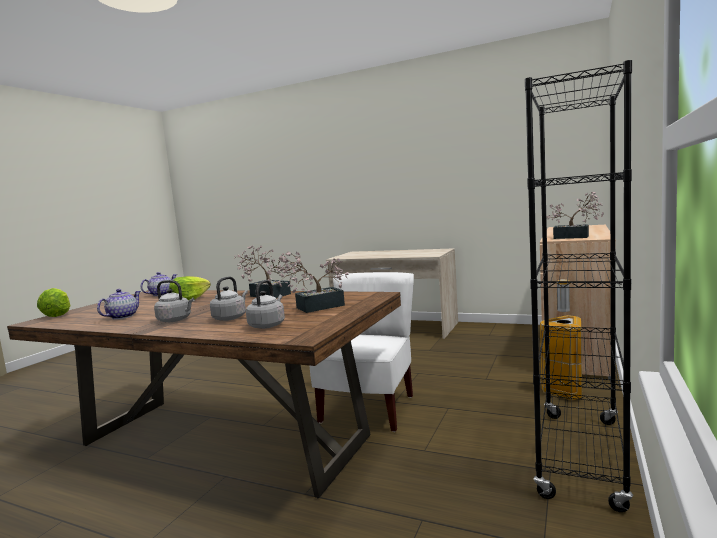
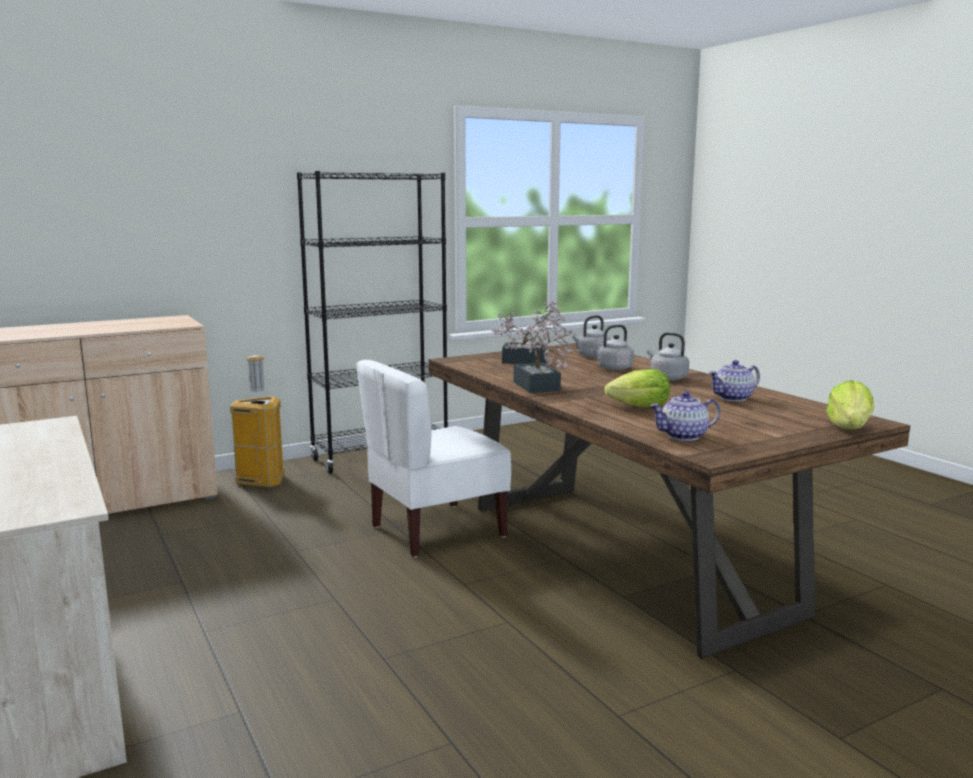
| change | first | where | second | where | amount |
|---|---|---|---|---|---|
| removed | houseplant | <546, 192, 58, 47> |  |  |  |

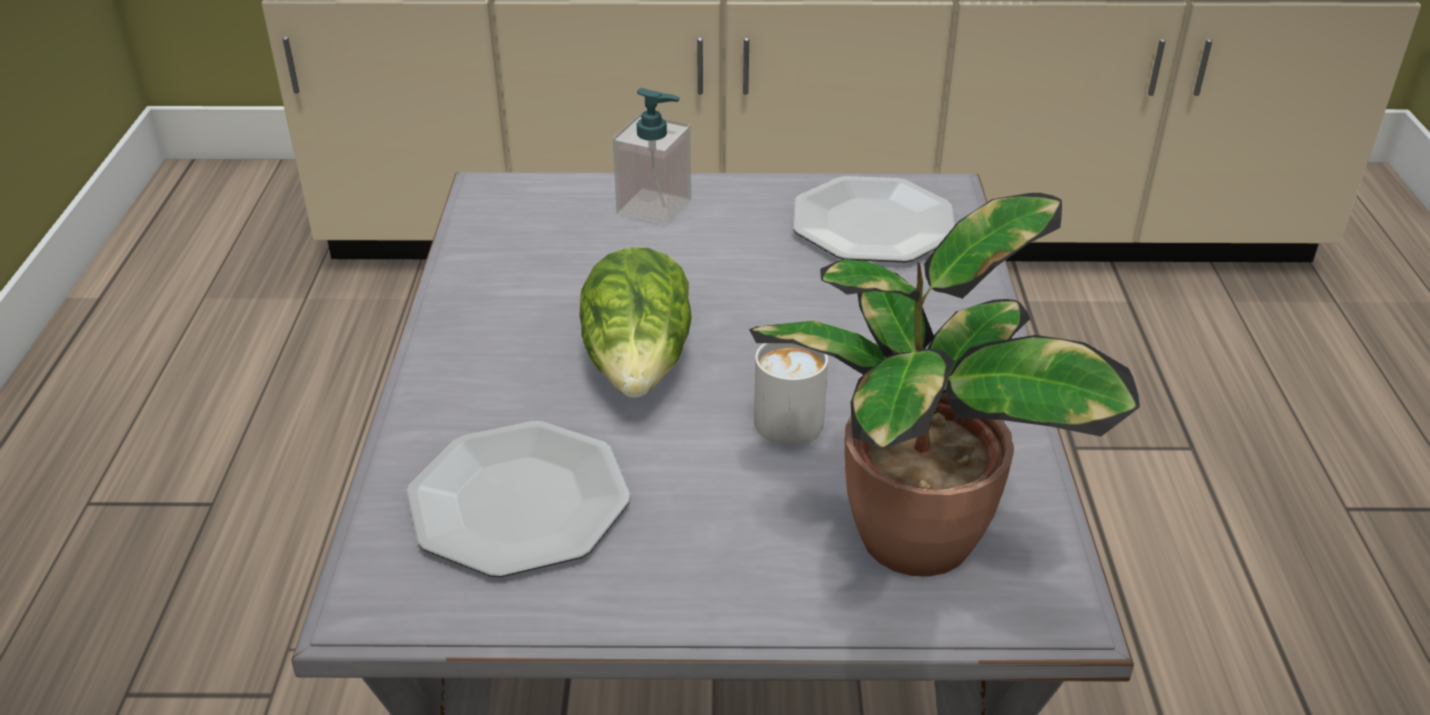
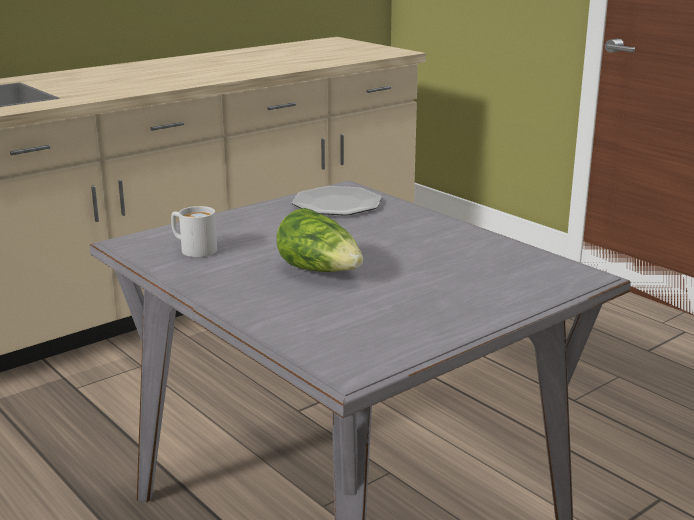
| change | first | where | second | where | amount |
|---|---|---|---|---|---|
| moved | whitish mug | <754, 343, 74, 102> |  | <171, 206, 46, 51> |  |
| removed | plate | <406, 421, 225, 156> |  |  |  |
| removed | liquid soap bottle | <613, 88, 78, 138> |  |  |  |
| removed | houseplant | <749, 193, 391, 384> |  |  |  |

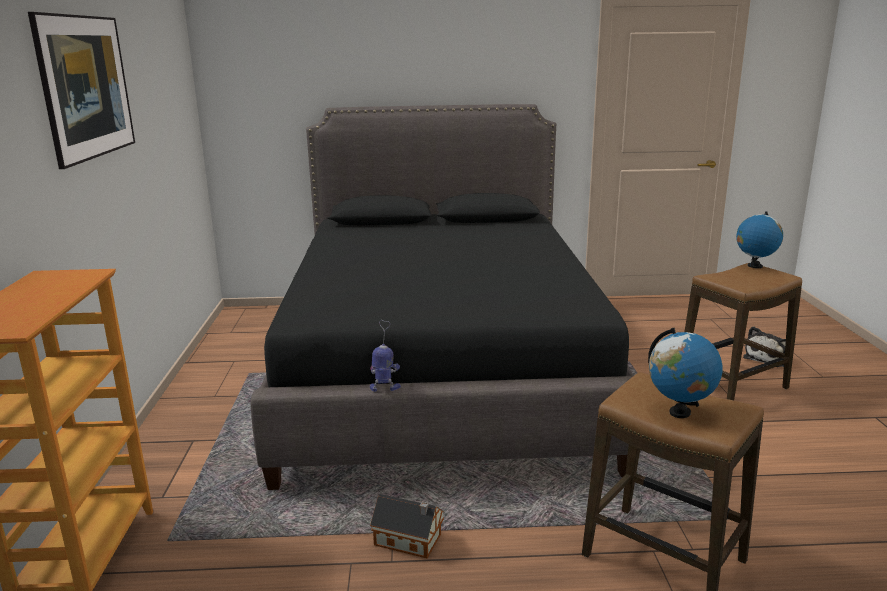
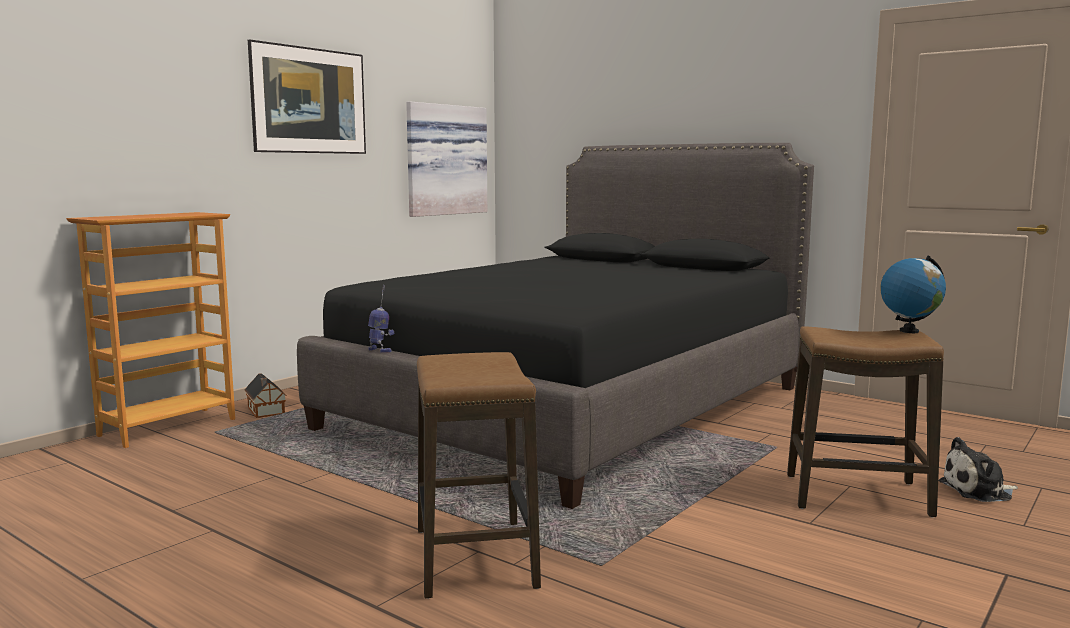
| change | first | where | second | where | amount |
|---|---|---|---|---|---|
| moved | toy house | <370, 494, 74, 64> |  | <244, 373, 43, 45> |  |
| added |  |  | picture | <406, 102, 81, 115> |  |
| removed | globe | <648, 328, 75, 90> |  |  |  |

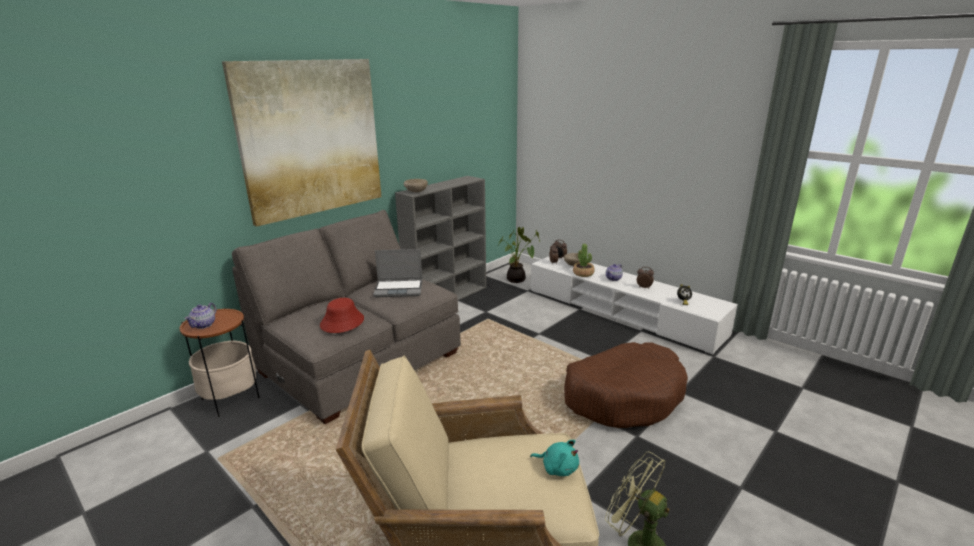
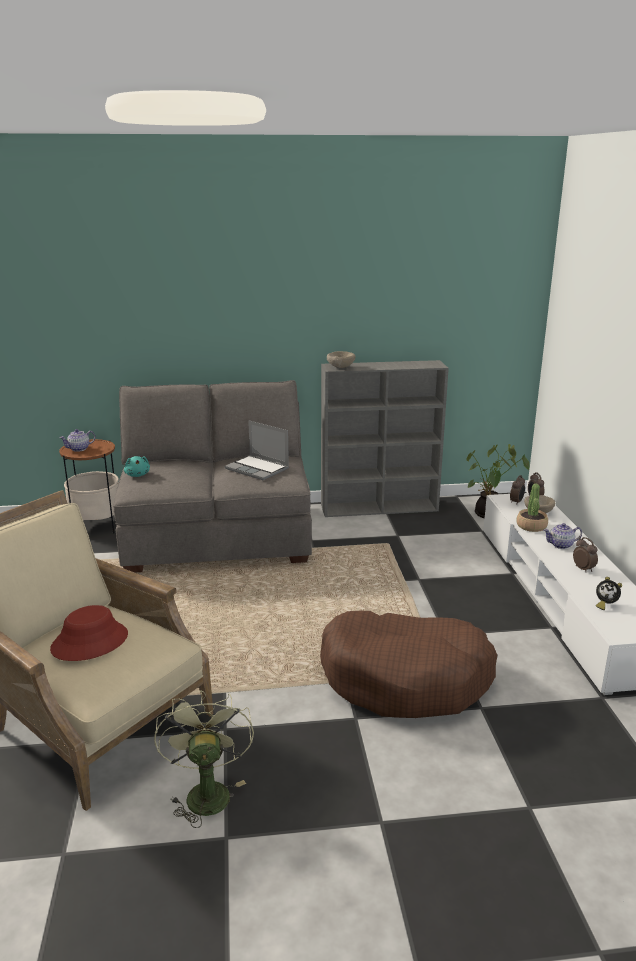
| change | first | where | second | where | amount |
|---|---|---|---|---|---|
| moved | red wearable hat | <320, 298, 44, 35> |  | <50, 605, 78, 56> |  |
| moved | blue-green cuddly toy | <530, 440, 49, 36> |  | <124, 456, 26, 21> |  |
| removed | picture | <222, 59, 159, 168> |  |  |  |

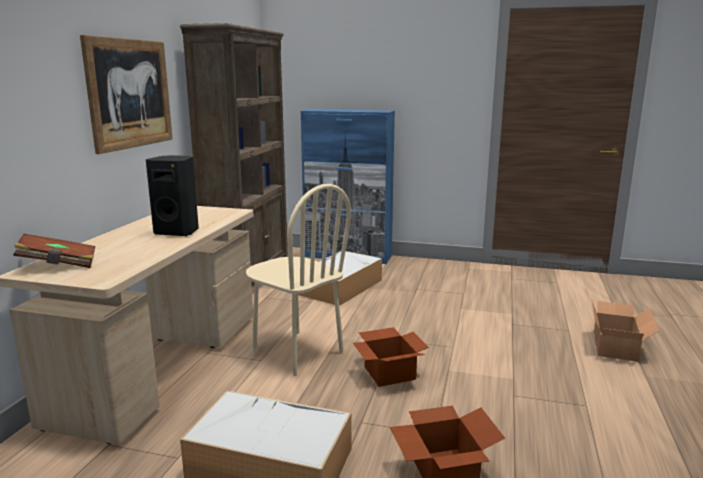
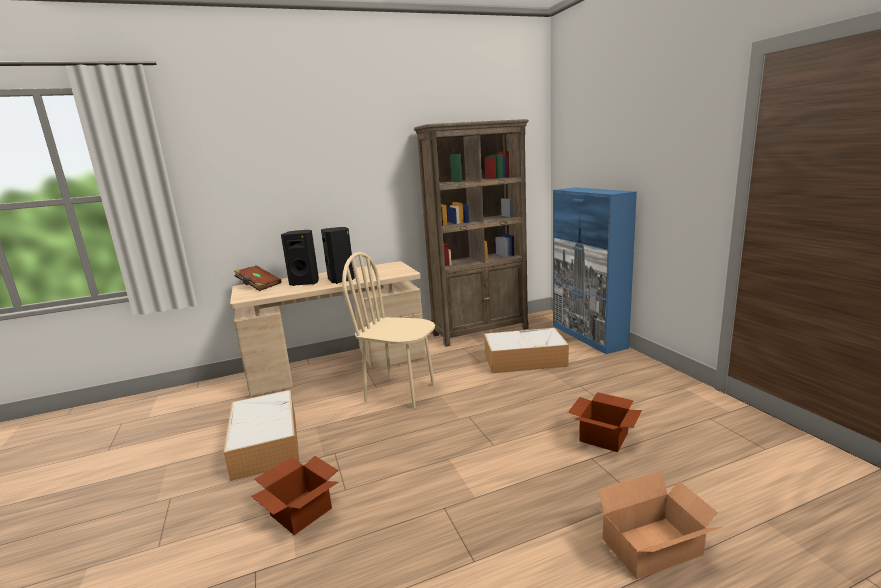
| change | first | where | second | where | amount |
|---|---|---|---|---|---|
| added |  |  | blackish audio speaker | <281, 230, 38, 56> |  |
| turned | sand-coloured plain chair | <246, 184, 105, 192> |  | <342, 252, 93, 156> | 105 degrees clockwise |
| moved | packing box | <353, 327, 76, 60> |  | <568, 392, 74, 60> |  |
| removed | picture | <80, 35, 93, 119> |  |  |  |

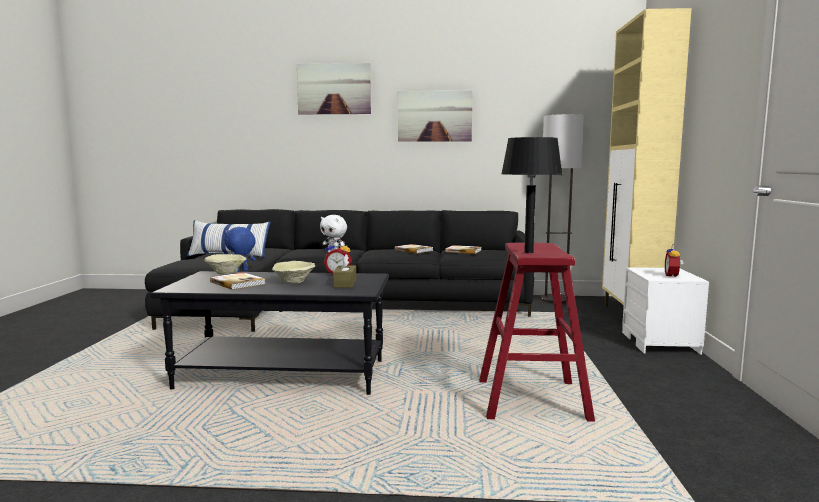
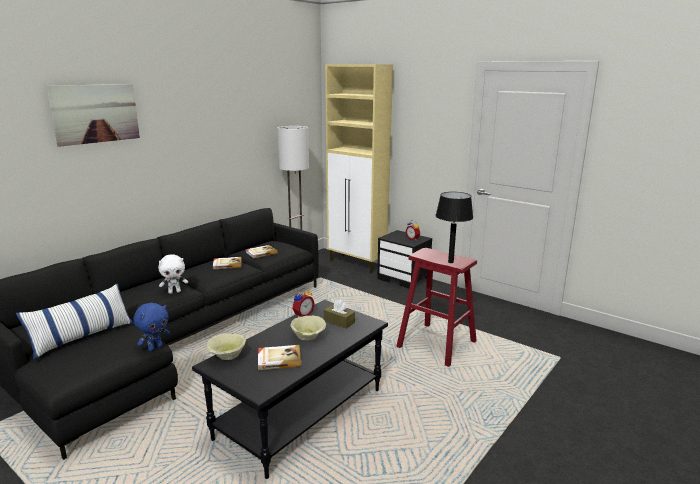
| change | first | where | second | where | amount |
|---|---|---|---|---|---|
| turned | blue-coloured cuddly toy | <224, 227, 32, 45> |  | <133, 303, 37, 48> | 135 degrees counterclockwise |
| recoloured | whitish bedside table | <622, 267, 87, 88> | blackish bedside table | <377, 230, 55, 59> |  |
| removed | picture | <398, 91, 74, 51> |  |  |  |

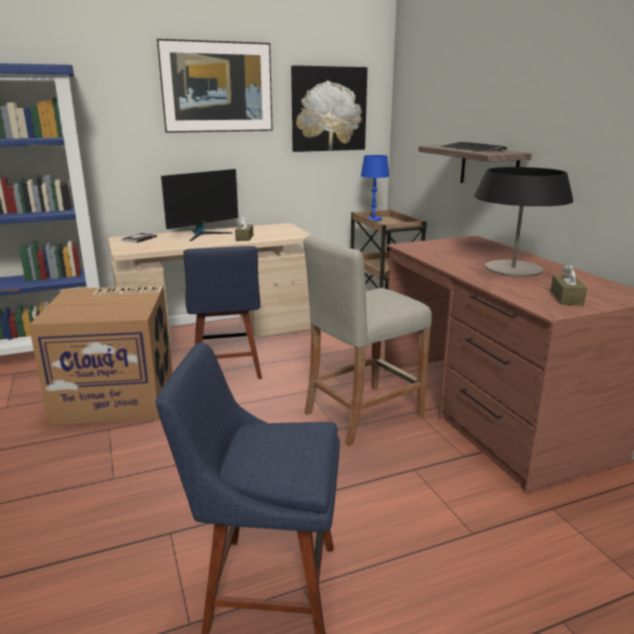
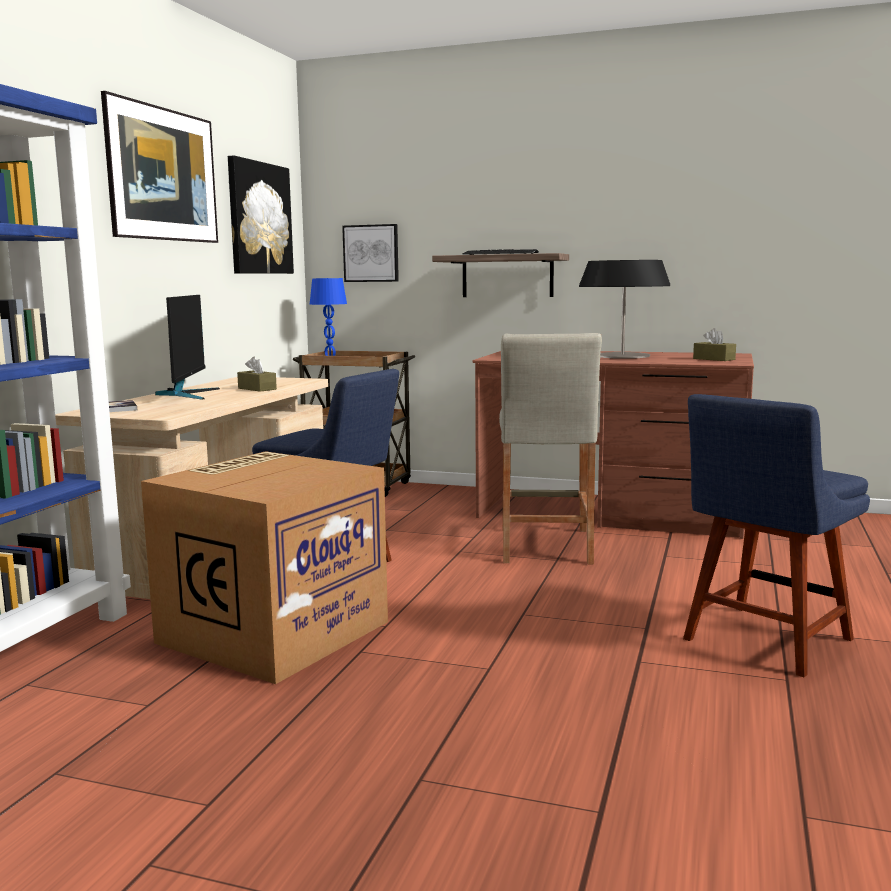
| change | first | where | second | where | amount |
|---|---|---|---|---|---|
| added |  |  | picture | <342, 224, 57, 58> |  |

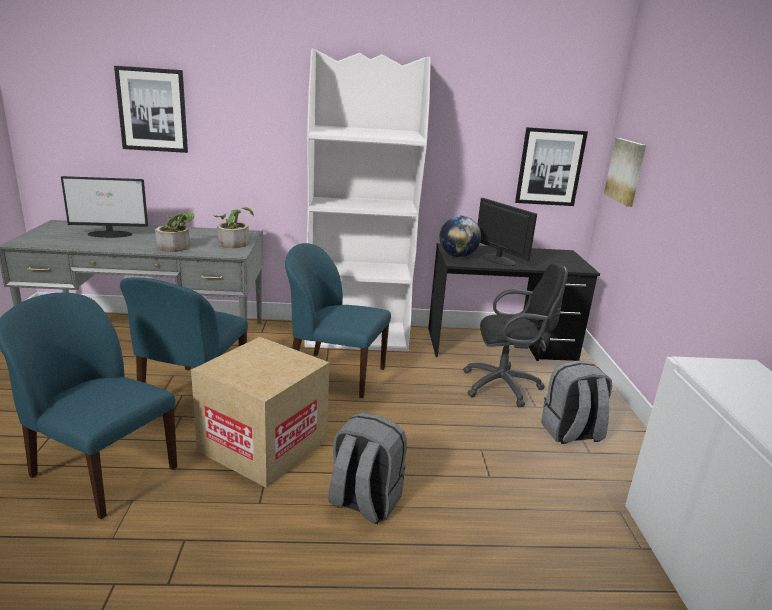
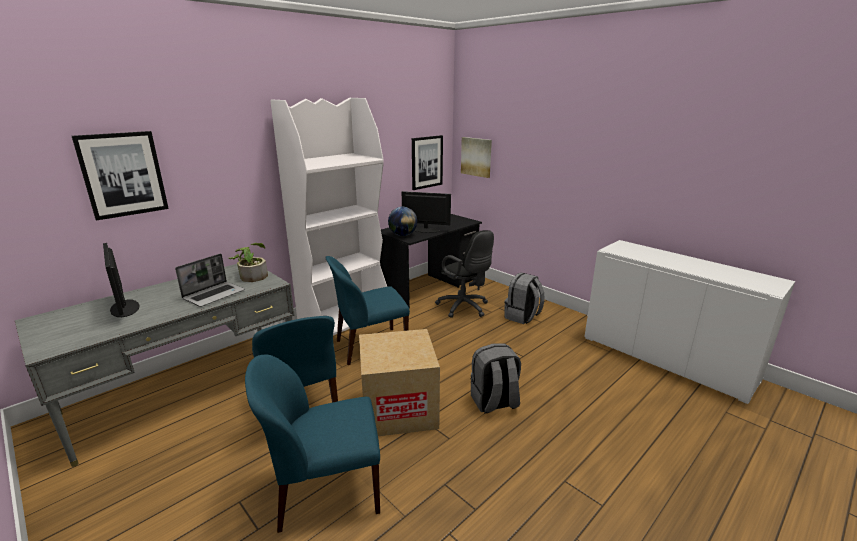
| change | first | where | second | where | amount |
|---|---|---|---|---|---|
| turned | computer display | <61, 176, 87, 62> |  | <103, 243, 36, 74> | 105 degrees clockwise |
| replaced | houseplant | <155, 212, 40, 40> | notebook computer | <175, 254, 70, 53> |  |
| turned | blackish office chair | <463, 263, 105, 144> |  | <435, 230, 59, 88> | 90 degrees clockwise |

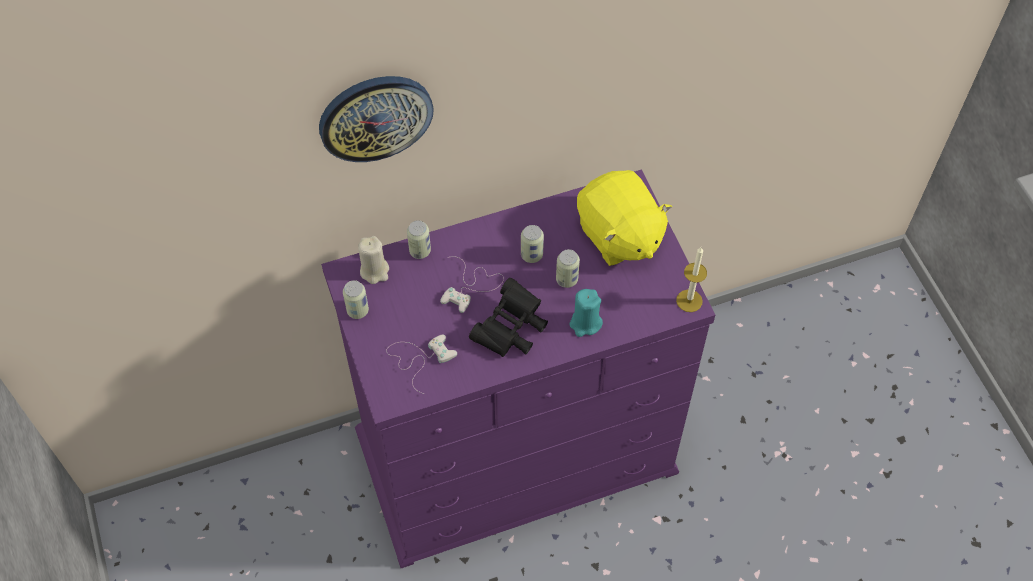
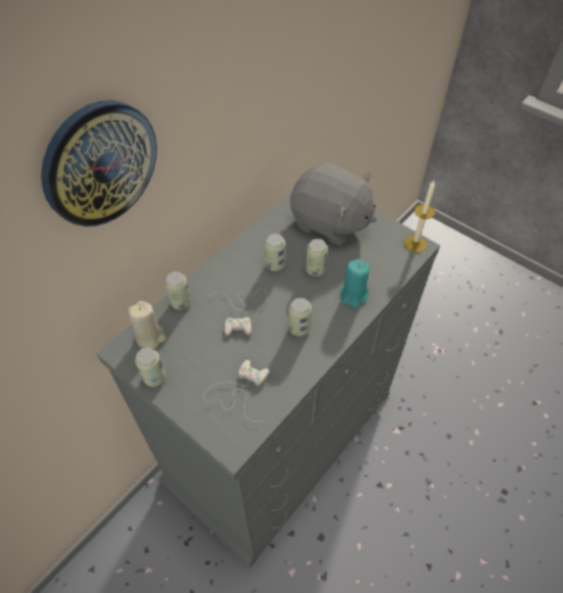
| change | first | where | second | where | amount |
|---|---|---|---|---|---|
| recoloured | purplish dresser | <321, 169, 394, 399> | greyish dresser | <96, 192, 344, 376> |  |
| replaced | blackish pair of binoculars | <469, 278, 79, 79> | sealed can | <288, 298, 24, 38> |  |
| recoloured | yellow-coloured cuddly toy | <577, 170, 95, 96> | greyish cuddly toy | <290, 162, 87, 84> |  |

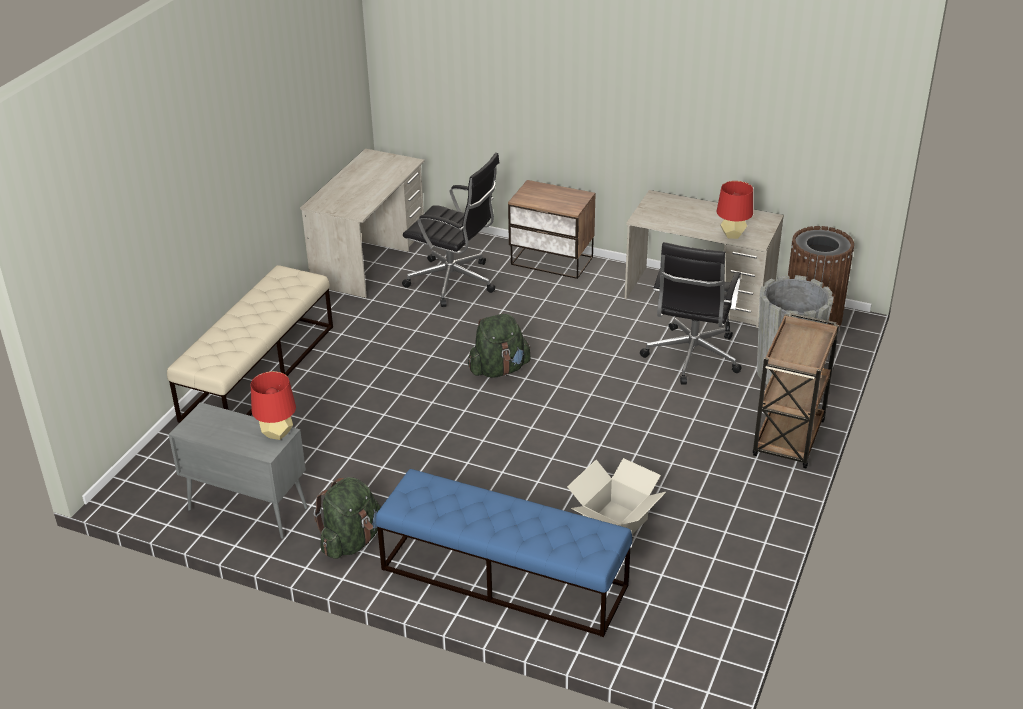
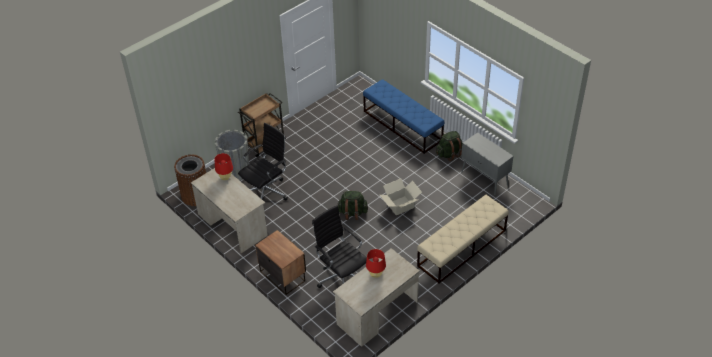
| change | first | where | second | where | amount |
|---|---|---|---|---|---|
| moved | red lamp for a table | <251, 371, 45, 69> |  | <366, 249, 20, 29> |  |
| moved | packing box | <567, 458, 99, 77> |  | <380, 178, 42, 37> |  |

